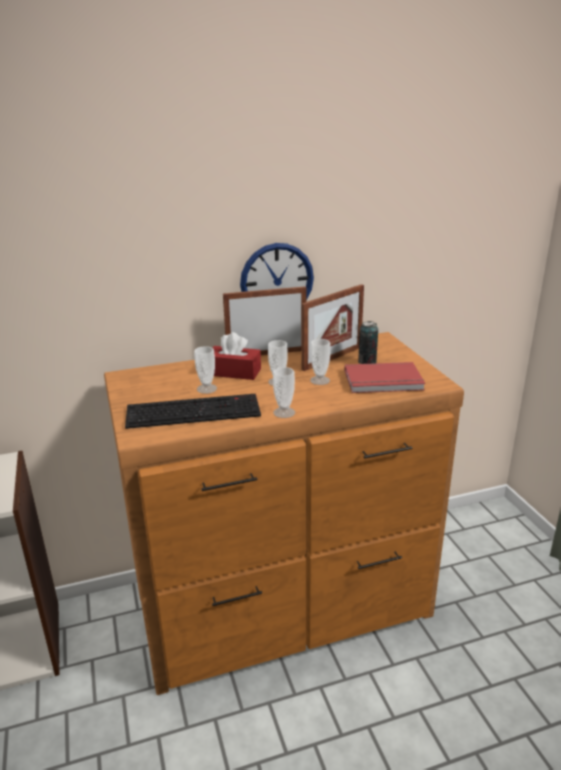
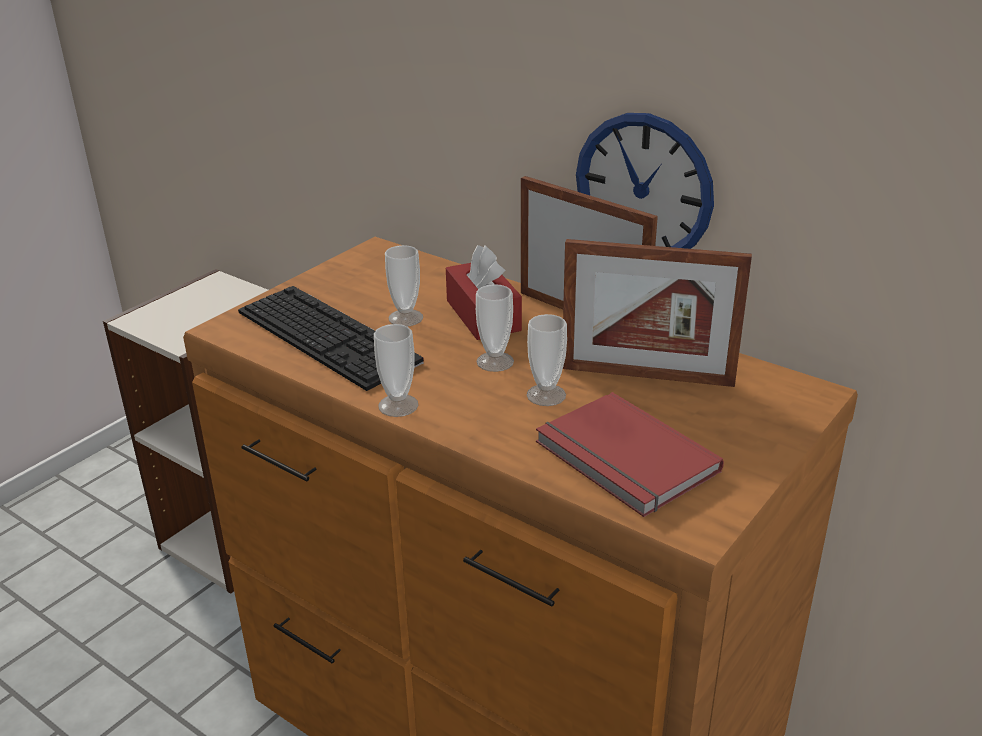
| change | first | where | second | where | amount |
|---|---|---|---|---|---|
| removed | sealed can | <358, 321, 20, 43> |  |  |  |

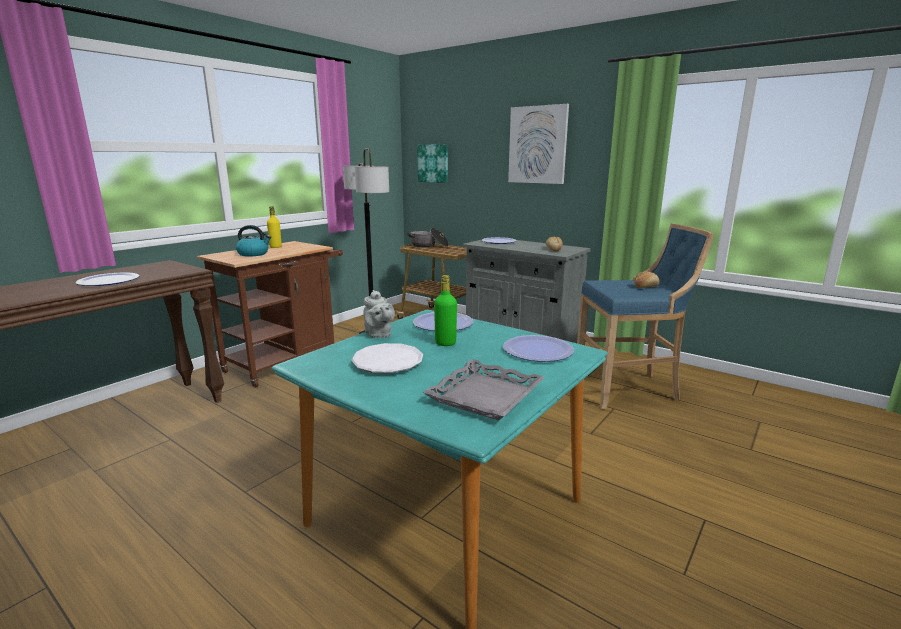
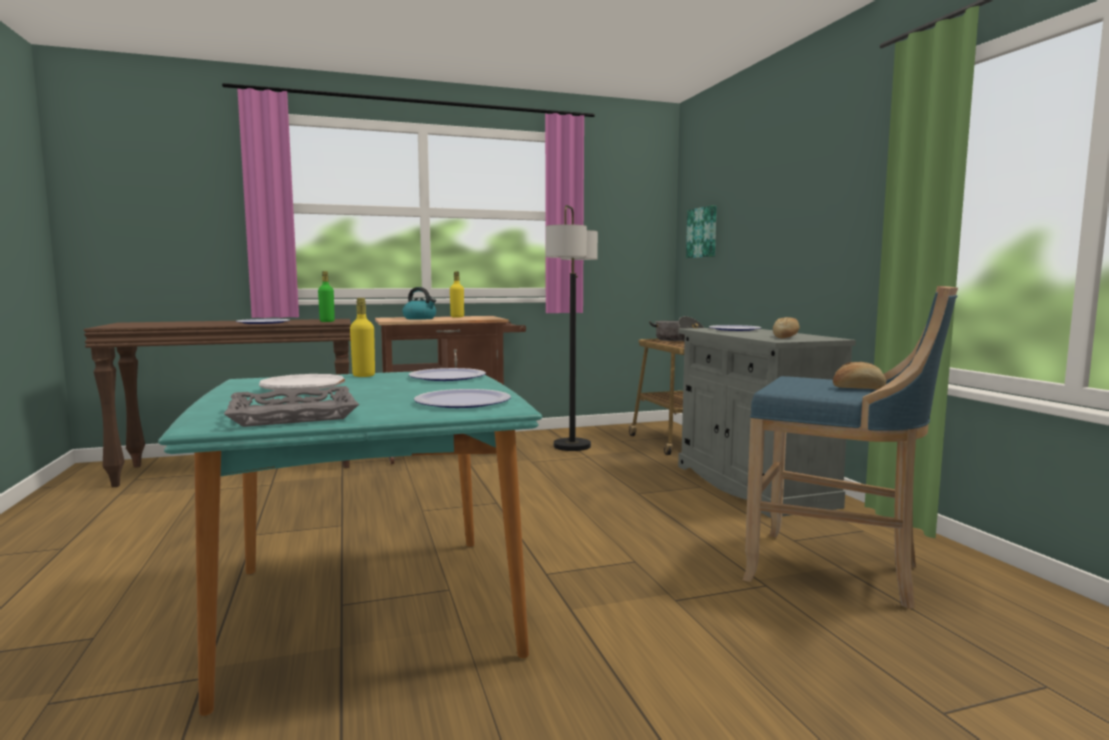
| change | first | where | second | where | amount |
|---|---|---|---|---|---|
| moved | greenish bottle | <434, 275, 23, 71> |  | <318, 271, 17, 51> |  |
| replaced | greyish pot for tea | <363, 290, 32, 48> | yellow-coloured bottle | <350, 298, 25, 79> |  |
| removed | picture | <508, 104, 61, 80> |  |  |  |

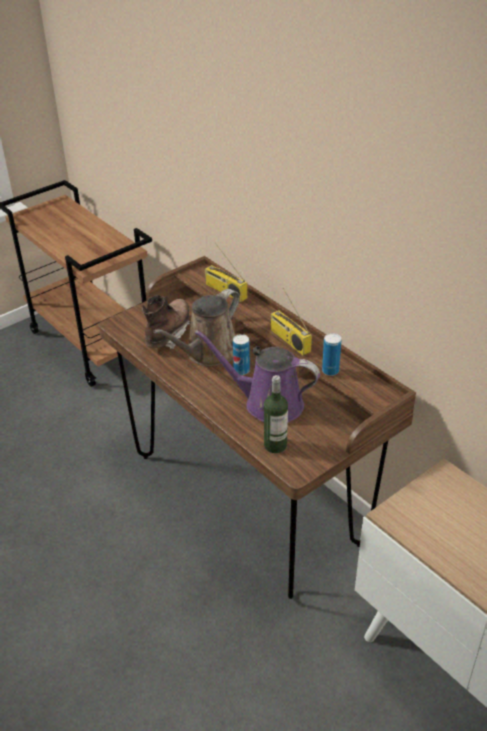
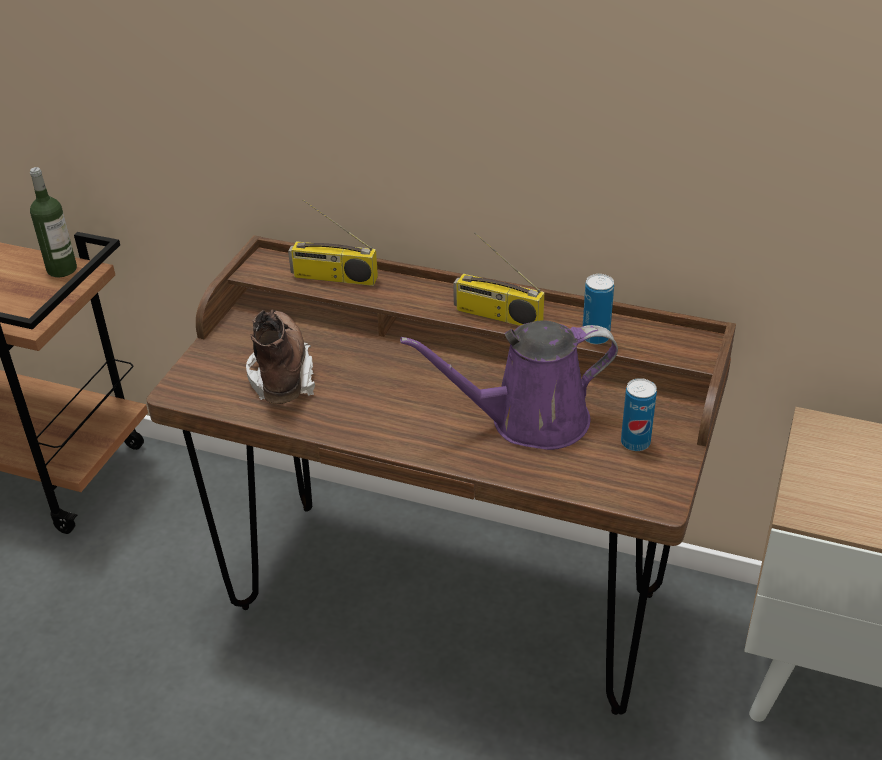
| change | first | where | second | where | amount |
|---|---|---|---|---|---|
| moved | bottle | <264, 375, 24, 78> |  | <30, 167, 47, 110> |  |
| moved | sealed can | <233, 334, 17, 41> |  | <621, 378, 36, 73> |  |
| removed | brownish sprinkling can | <153, 289, 87, 77> |  |  |  |

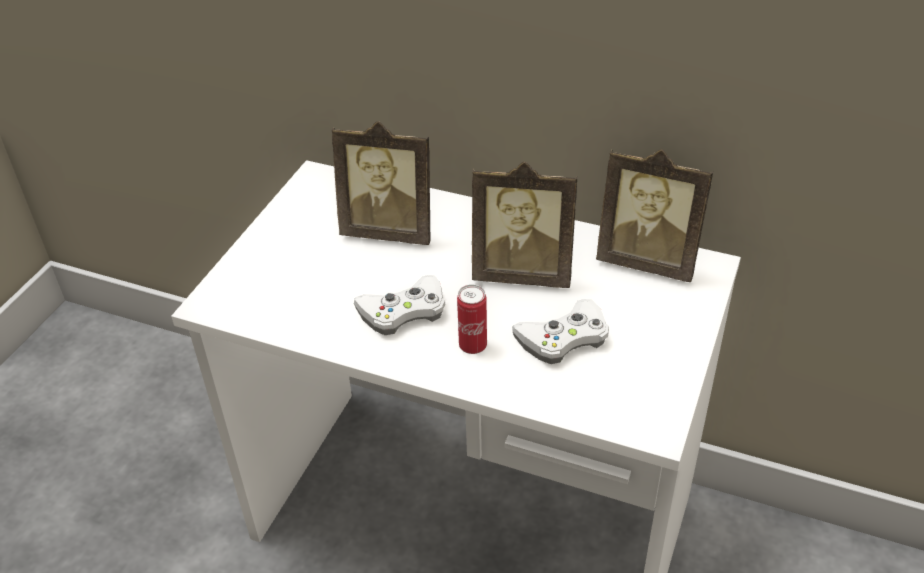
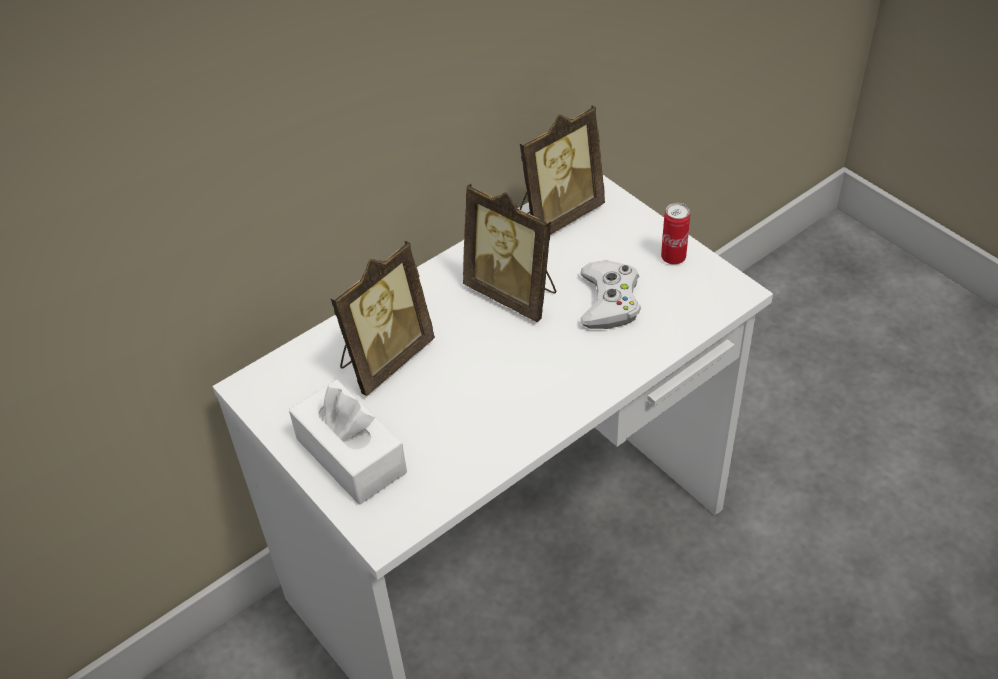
| change | first | where | second | where | amount |
|---|---|---|---|---|---|
| added |  |  | whitish tissue holder | <289, 380, 118, 125> |  |
| turned | picture frame | <472, 161, 106, 127> |  | <463, 184, 93, 138> | 90 degrees clockwise |
| moved | sealed can | <457, 285, 30, 69> |  | <661, 203, 29, 62> |  |
| removed | whitish joypad | <354, 275, 91, 60> |  |  |  |

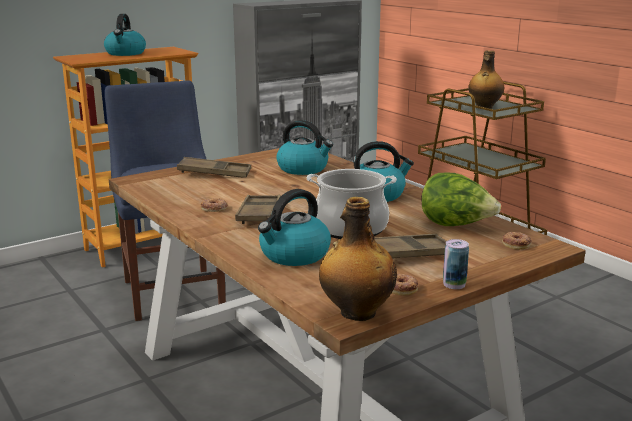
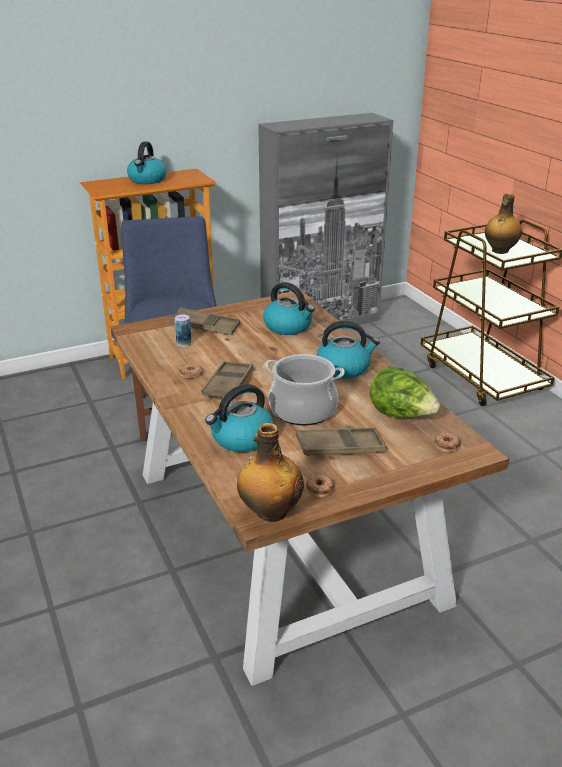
| change | first | where | second | where | amount |
|---|---|---|---|---|---|
| moved | sealed can | <443, 239, 26, 50> |  | <175, 314, 17, 33> |  |

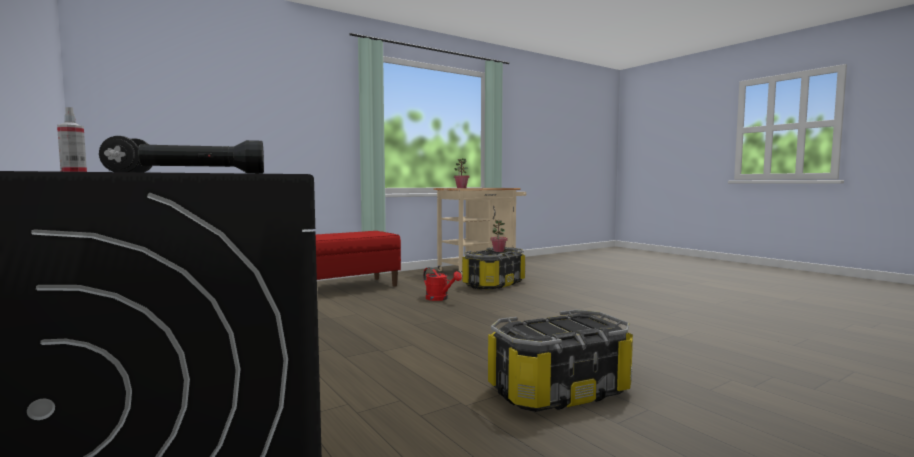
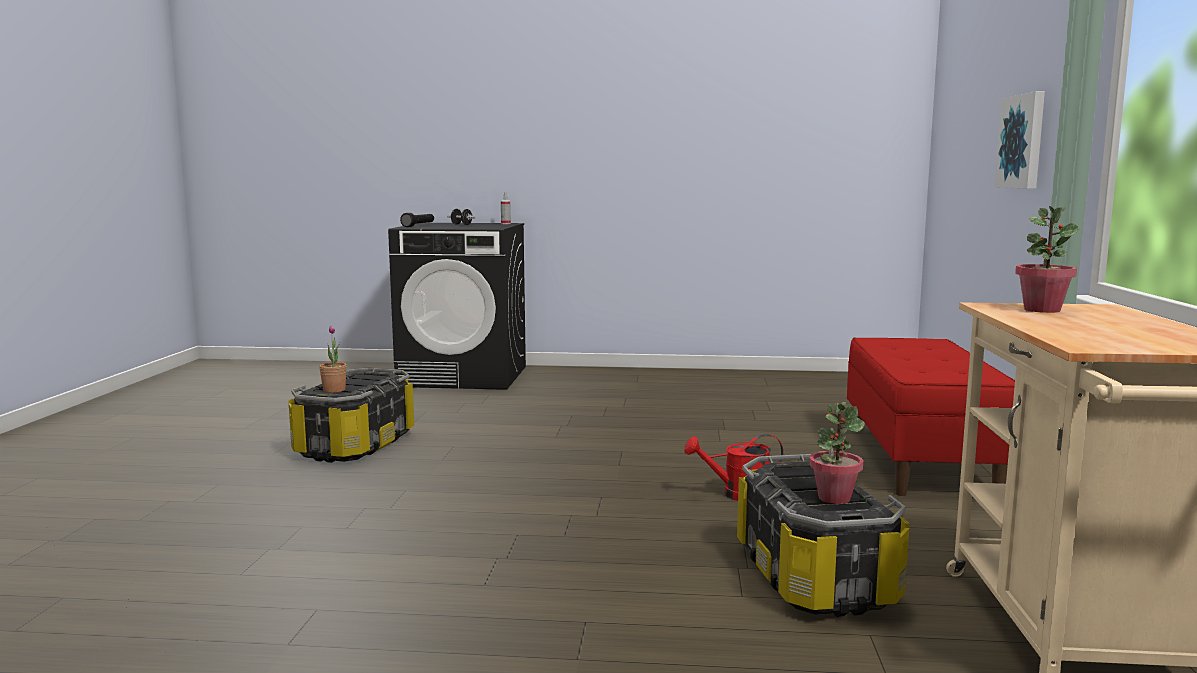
| change | first | where | second | where | amount |
|---|---|---|---|---|---|
| added |  |  | houseplant | <319, 326, 27, 67> |  |
| added |  |  | picture | <994, 91, 51, 98> |  |

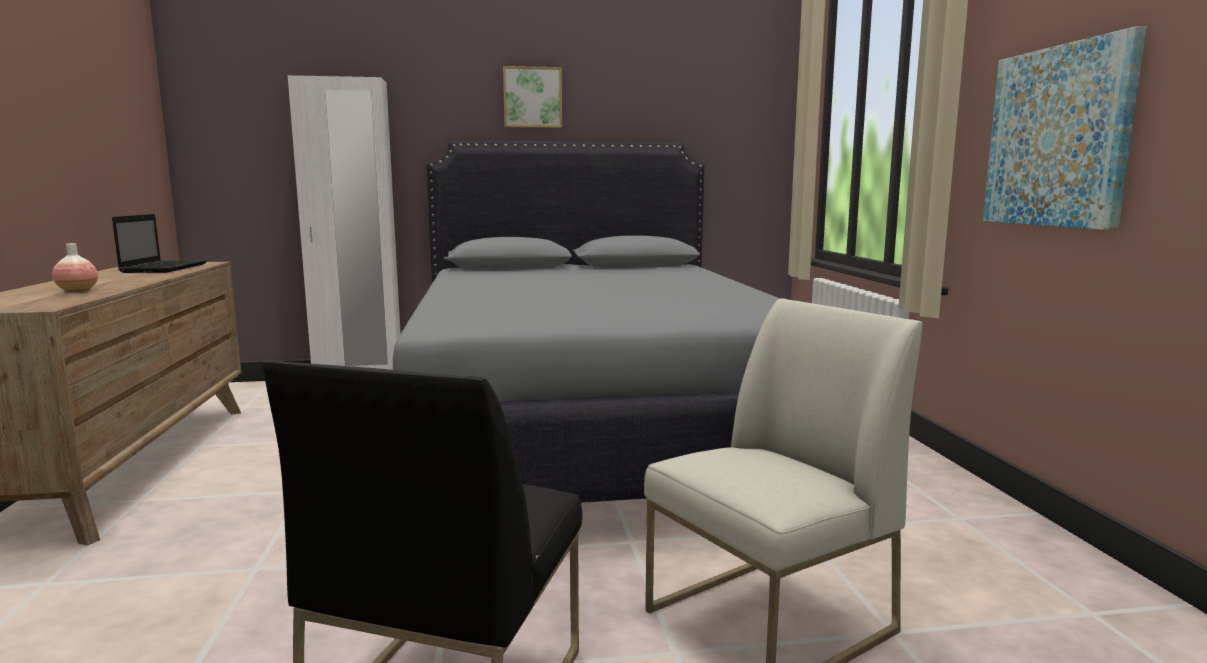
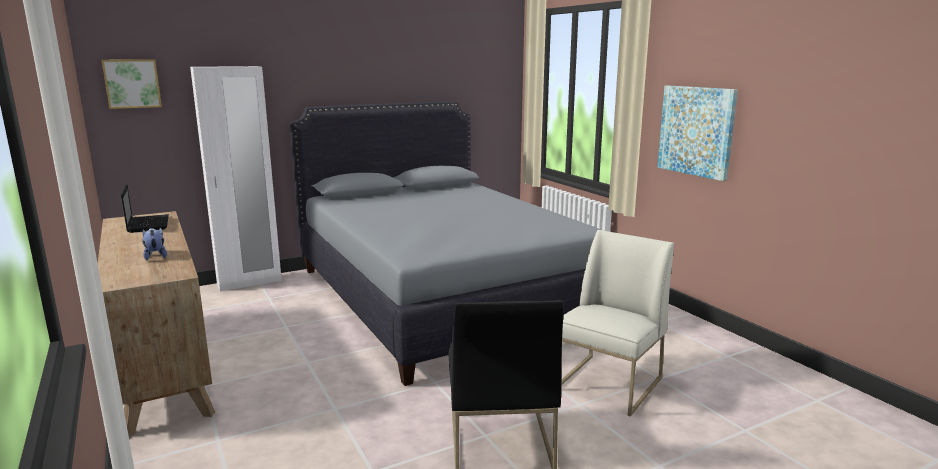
| change | first | where | second | where | amount |
|---|---|---|---|---|---|
| moved | picture | <503, 66, 59, 62> |  | <102, 59, 60, 50> |  |
| replaced | decorative vase | <52, 243, 46, 49> | cuddly toy | <142, 227, 25, 33> |  |

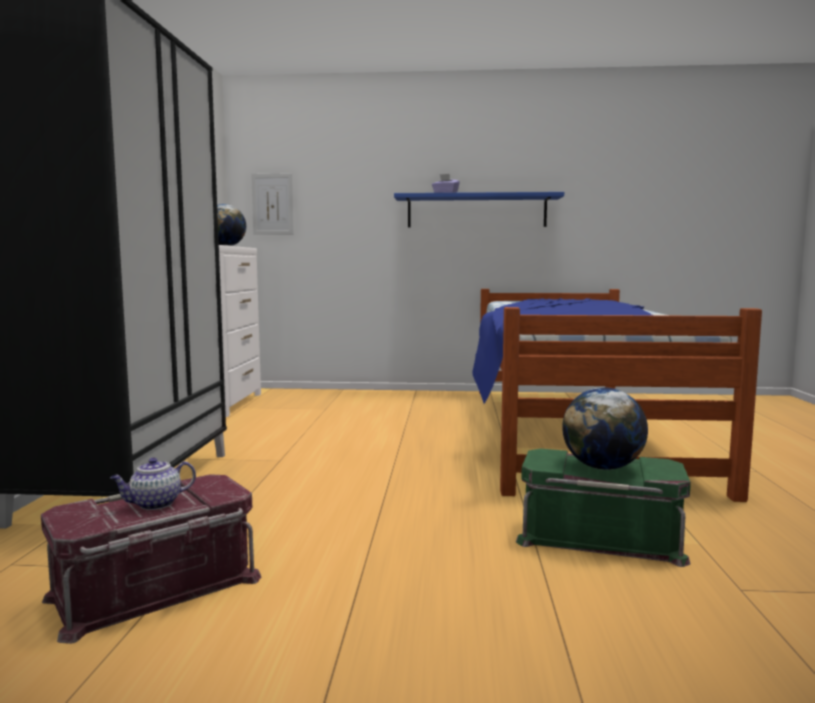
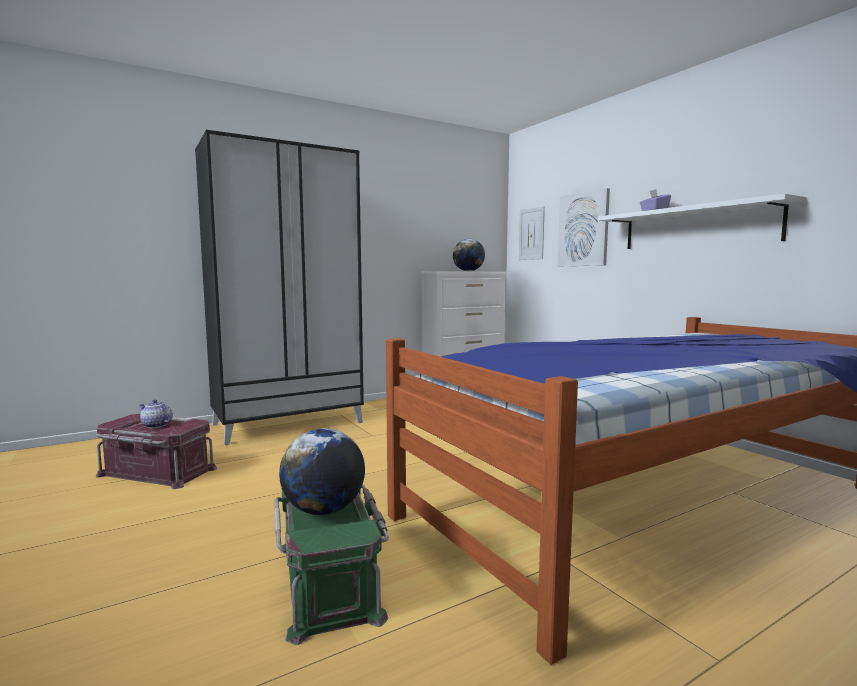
| change | first | where | second | where | amount |
|---|---|---|---|---|---|
| added |  |  | picture | <557, 188, 53, 78> |  |
| recoloured | blue-coloured shelf | <394, 192, 170, 35> | whitish shelf | <598, 194, 209, 55> |  |

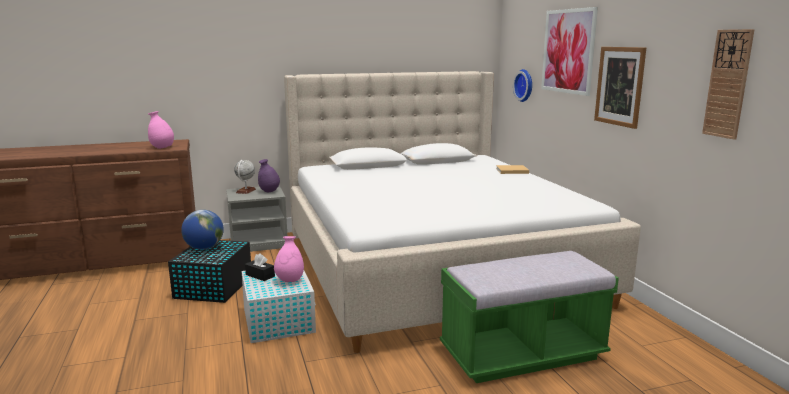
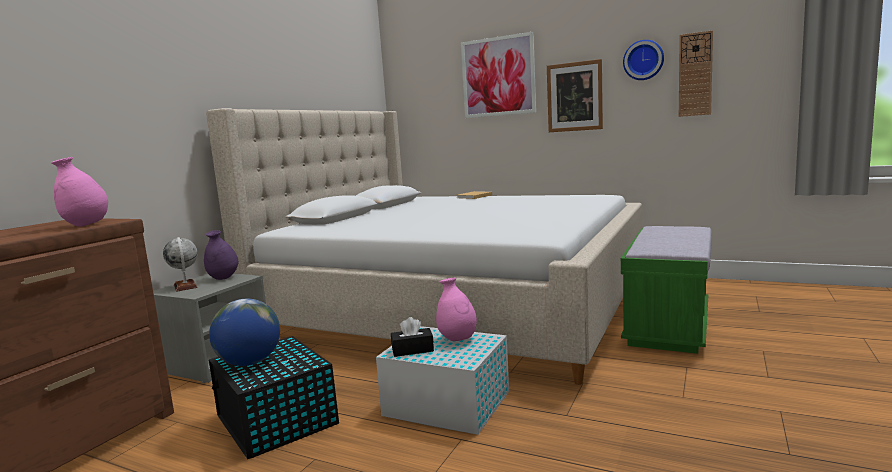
| change | first | where | second | where | amount |
|---|---|---|---|---|---|
| moved | clock on the wall | <513, 69, 19, 33> |  | <623, 40, 41, 40> |  |

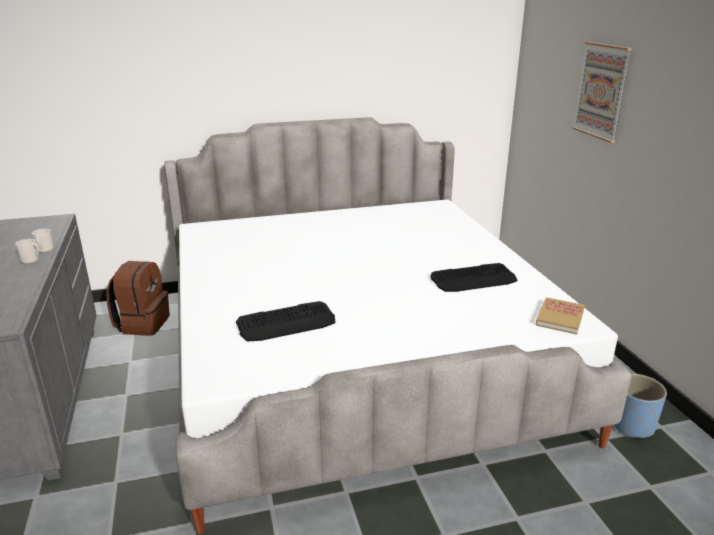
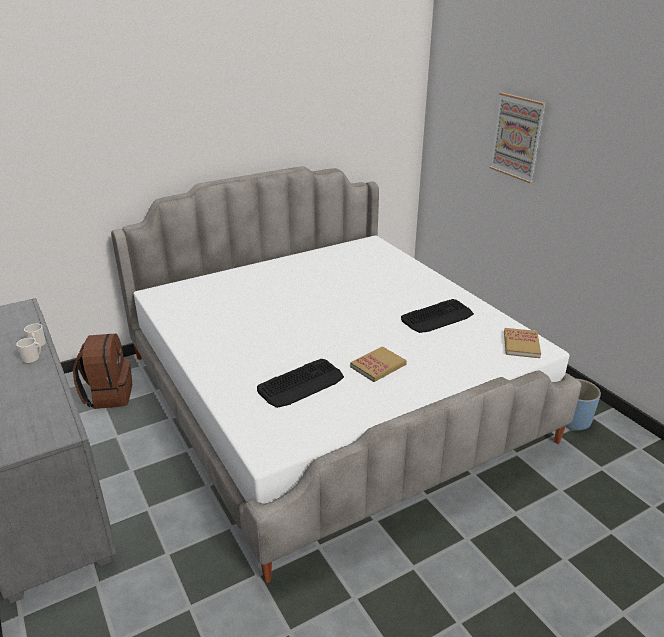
| change | first | where | second | where | amount |
|---|---|---|---|---|---|
| added |  |  | book | <350, 346, 57, 36> |  |

